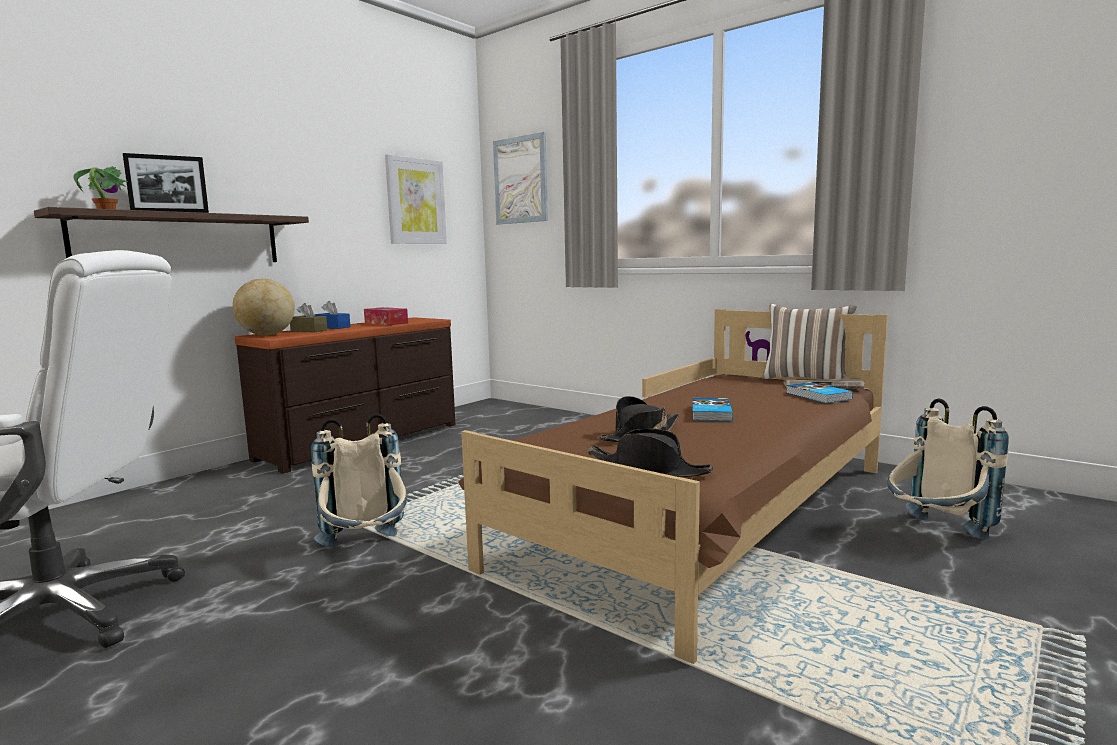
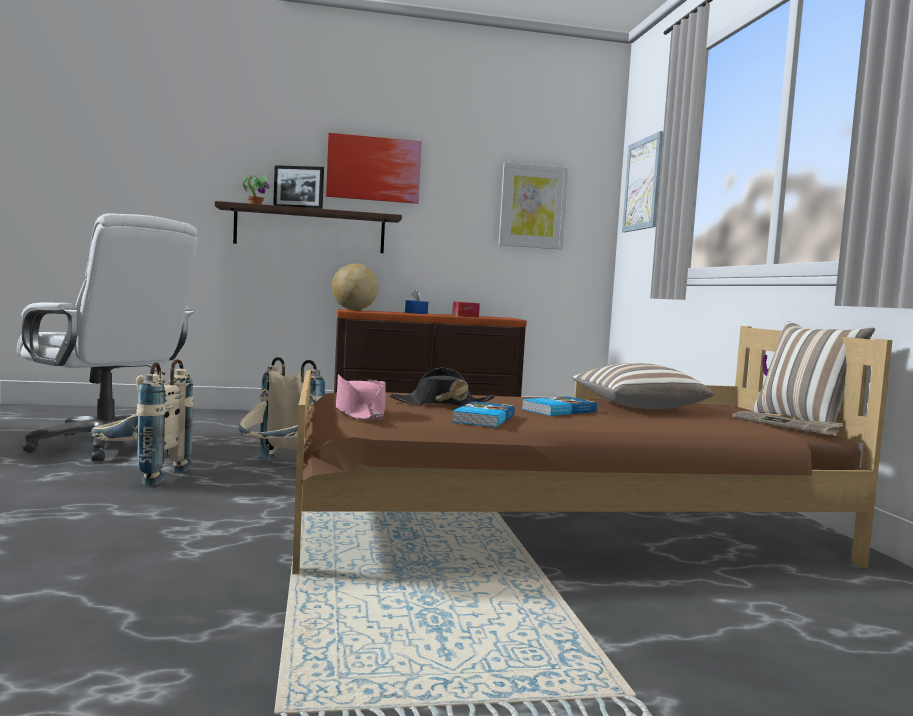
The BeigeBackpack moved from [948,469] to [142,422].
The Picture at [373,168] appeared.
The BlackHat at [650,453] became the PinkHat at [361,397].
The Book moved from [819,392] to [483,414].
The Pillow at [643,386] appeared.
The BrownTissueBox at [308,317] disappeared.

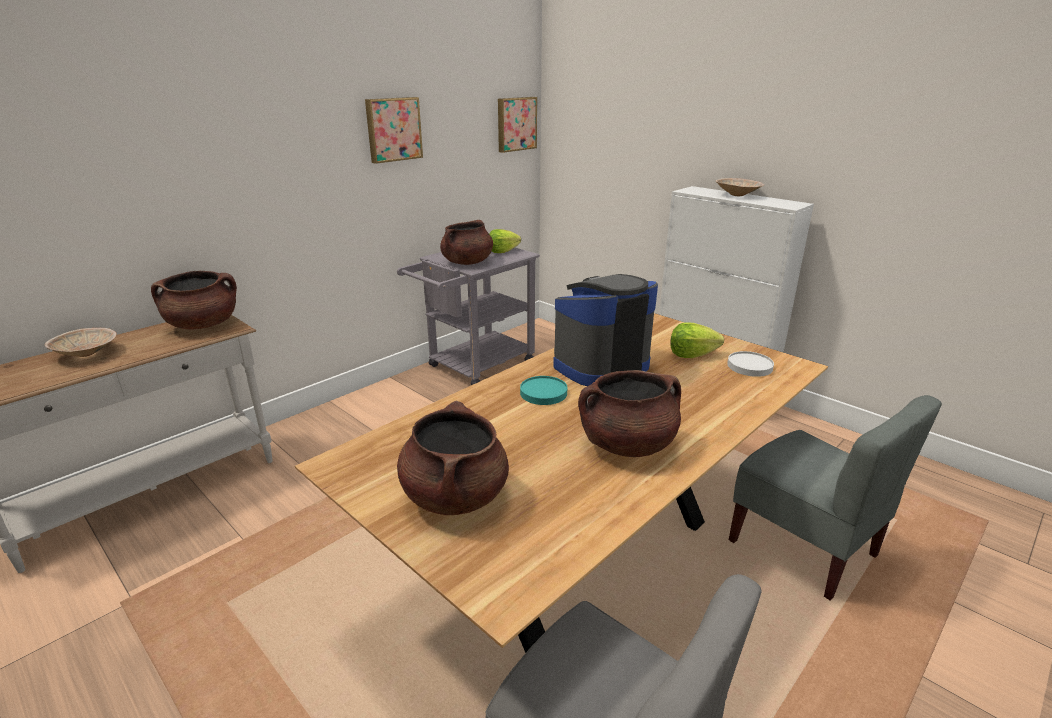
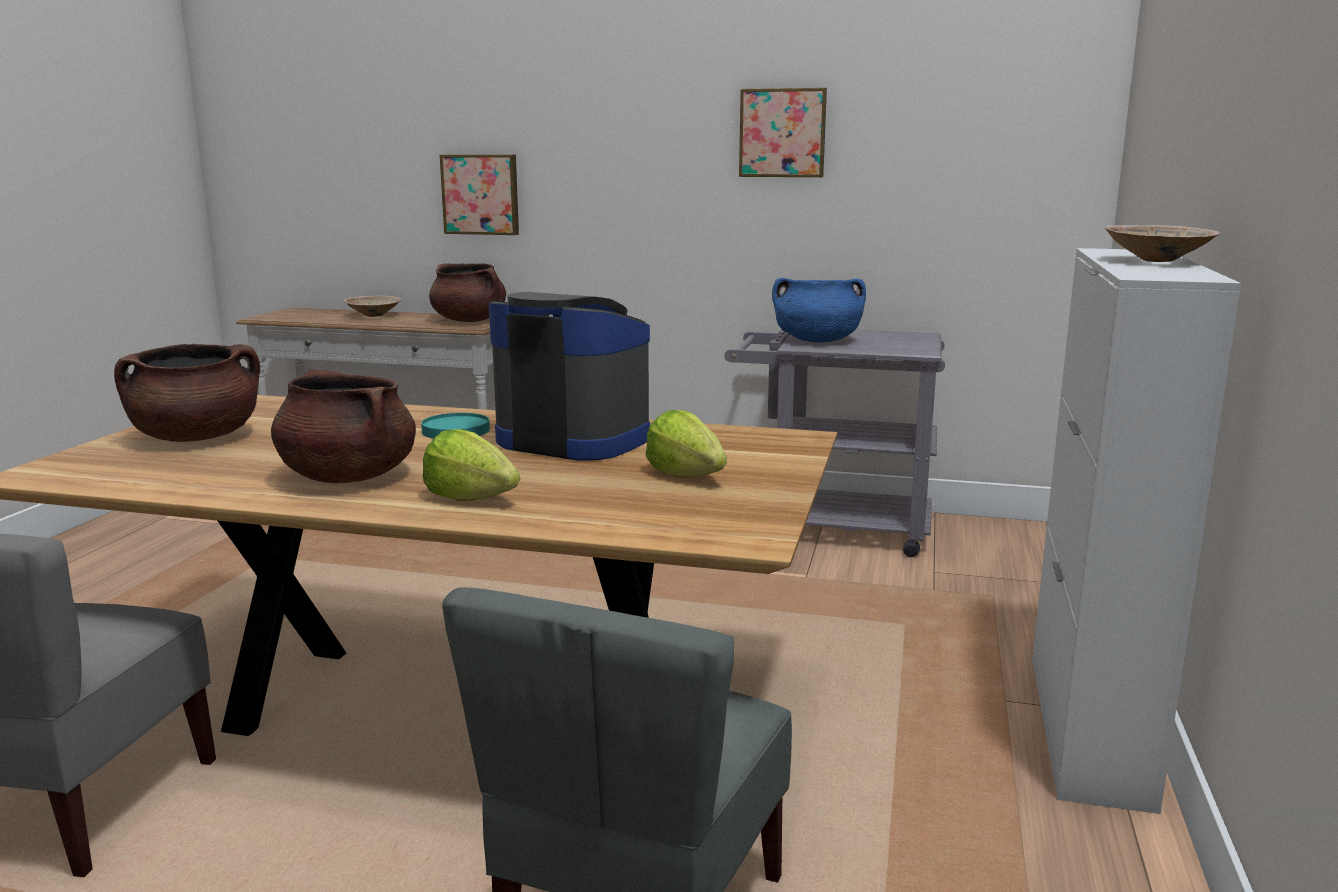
The Lettuce moved from [505,241] to [471,465].
The Picture moved from [517,125] to [479,194].
The BrownCookingPot at [466,242] became the BlueCookingPot at [819,310].
The WhitePlate at [750,364] disappeared.

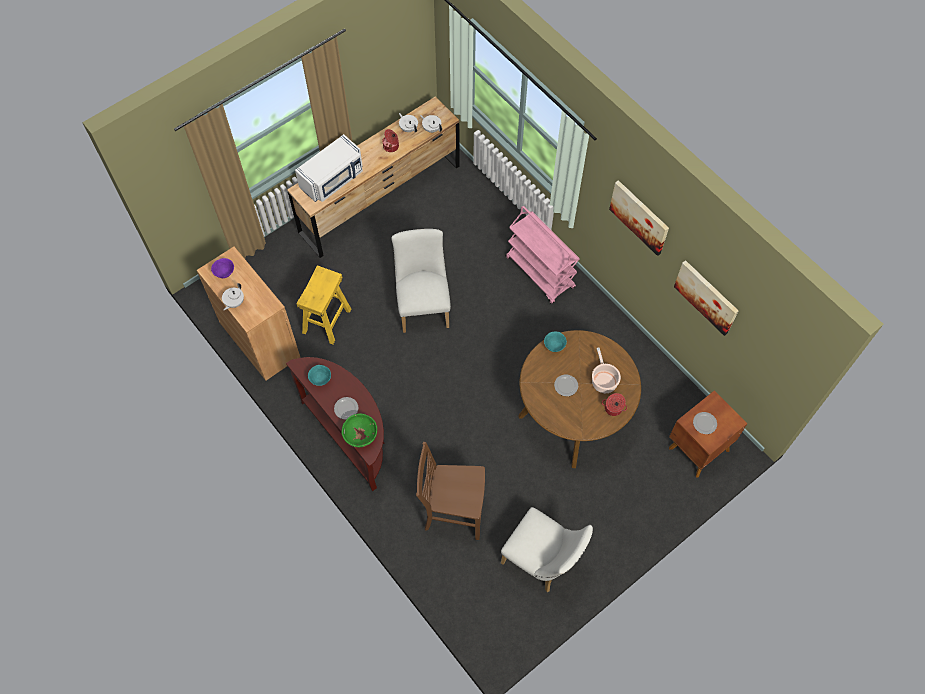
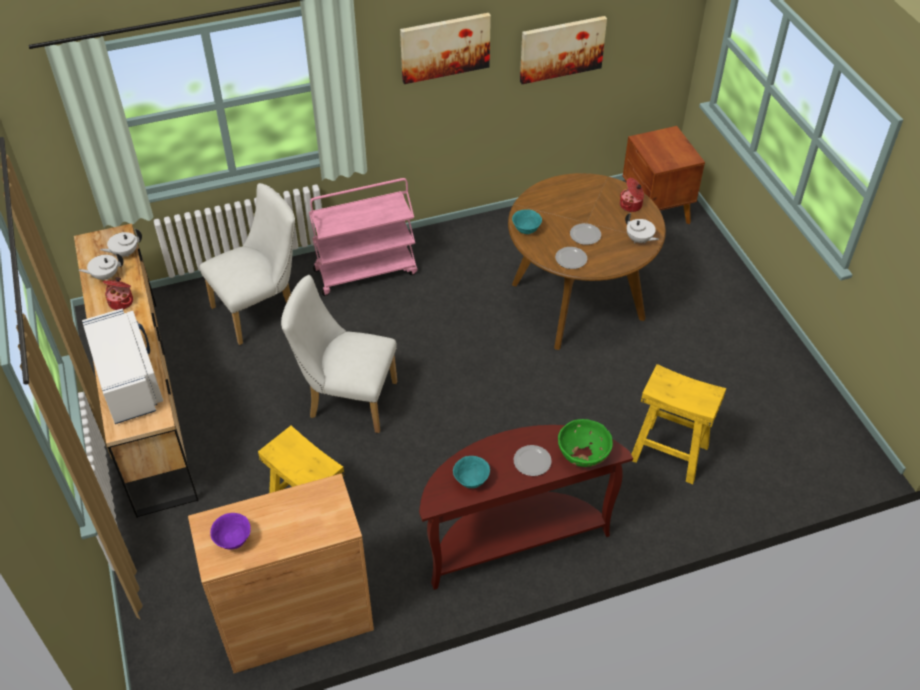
The WhiteChair moved from [547,549] to [247,264].
The Plate moved from [705,423] to [571,258].
The WhiteTeapot moved from [233,296] to [642,228].
The BrownChair at [450,491] was replaced by the YellowStool at [678,424].
The CookingPot at [606,370] disappeared.

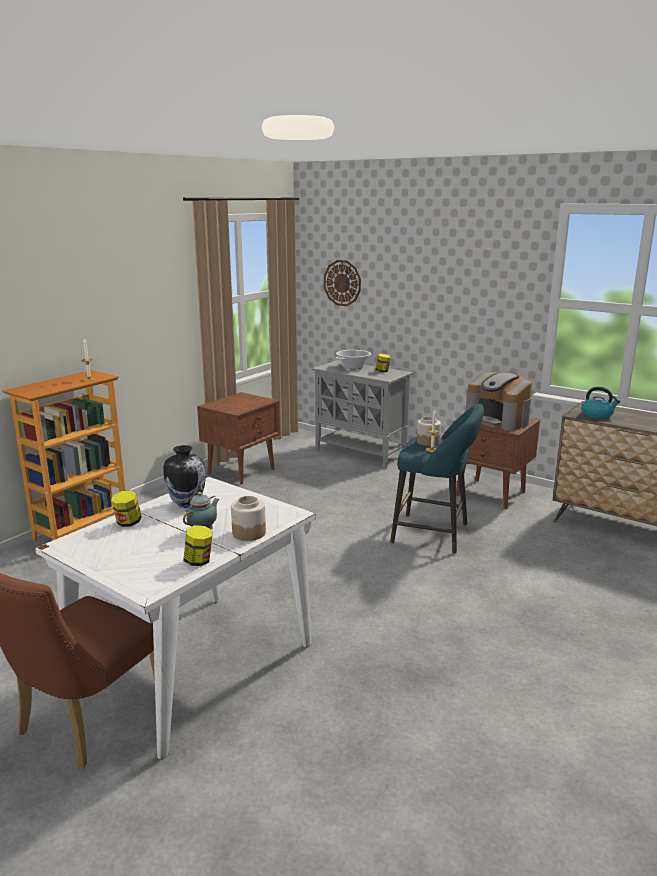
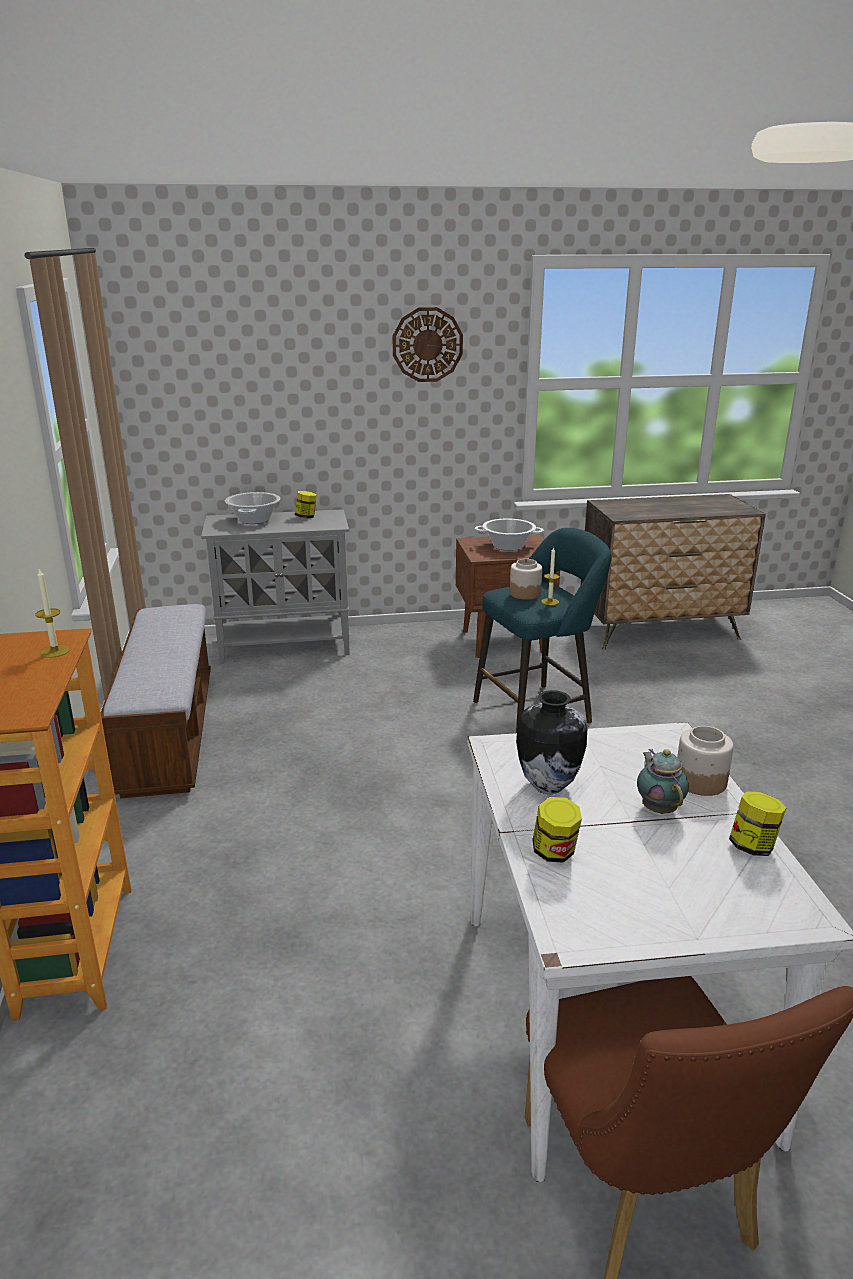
The BrownNightstand at [238,438] was replaced by the Bench at [156,701].
The WallClock moved from [342,283] to [428,344].
The CoffeeMachine at [499,401] was replaced by the CookingPot at [509,534].
The Kettle at [601,402] disappeared.

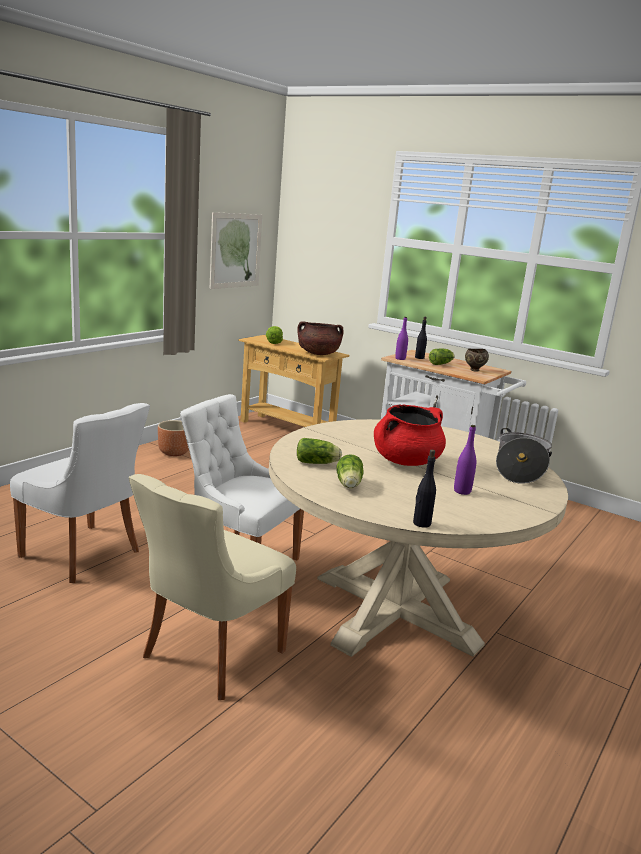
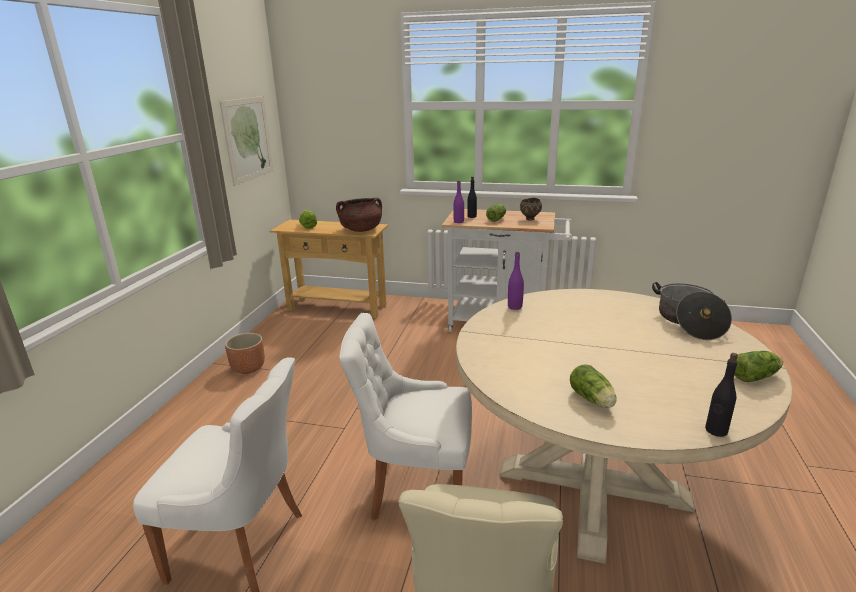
The PurpleBottle moved from [465,460] to [516,281].
The Lettuce moved from [319,451] to [758,366].
The RedCookingPot at [410,435] disappeared.

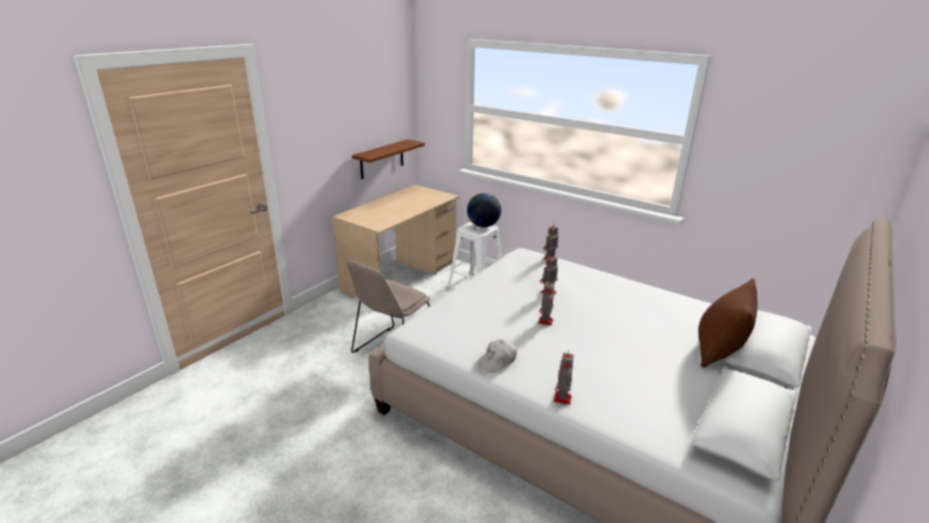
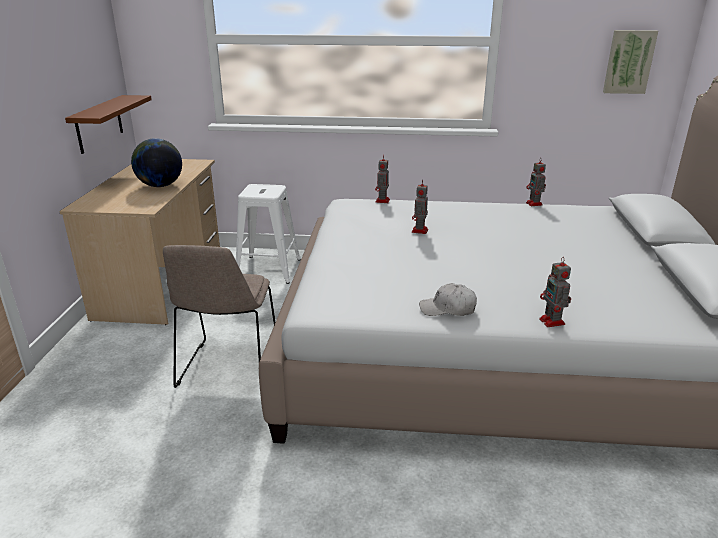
The Globe moved from [484,210] to [156,162].
The WhiteCap at [496,356] turned 75 degrees clockwise.
The ToyRobot moved from [546,303] to [536,182].
The Picture at [630,62] appeared.
The BrownPillow at [728,323] disappeared.

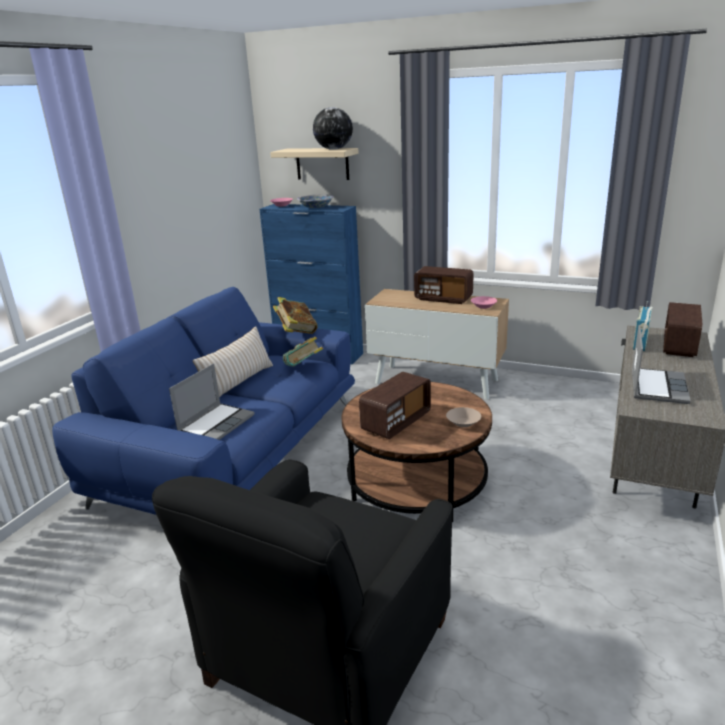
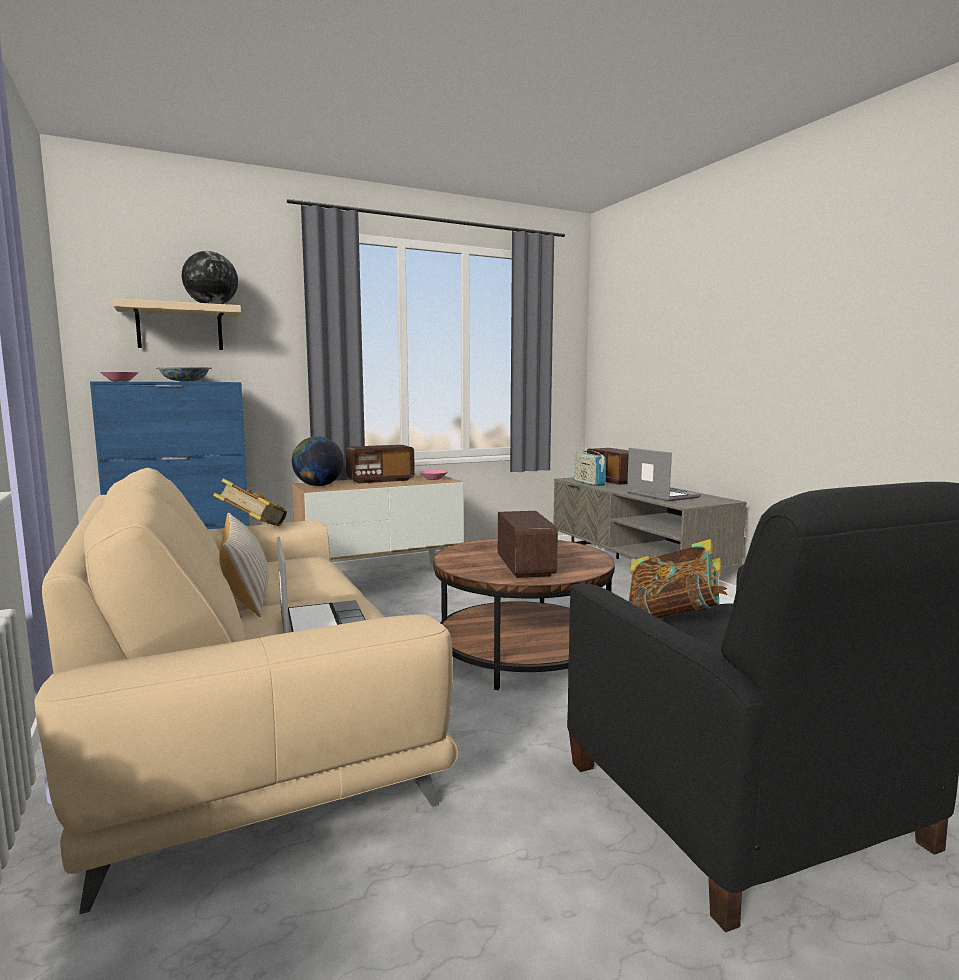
The BlueSofa at [203,401] became the BeigeSofa at [246,691].
The Globe at [318,461] appeared.
The Book moved from [303,352] to [678,579].
The BeigeBowl at [463,417] disappeared.

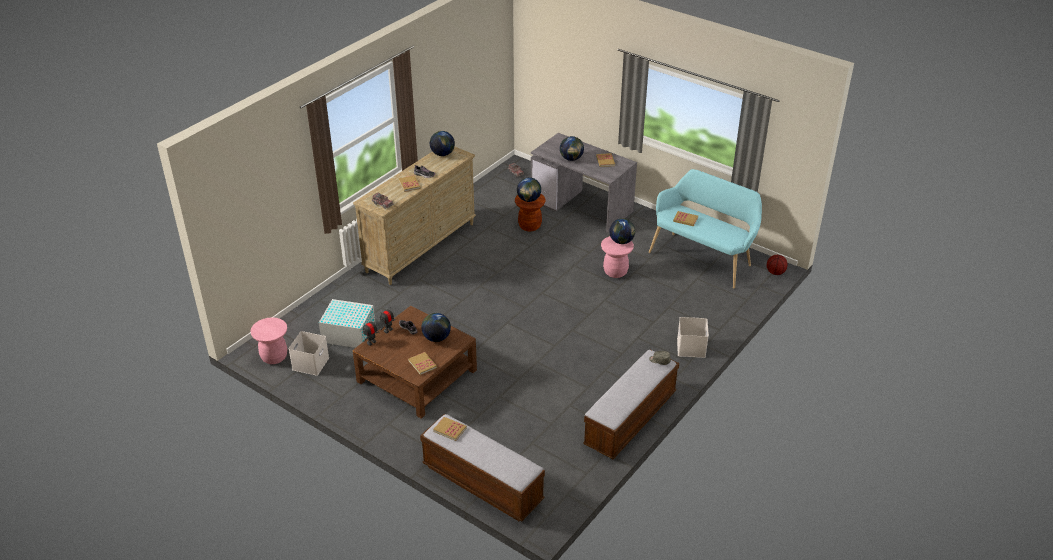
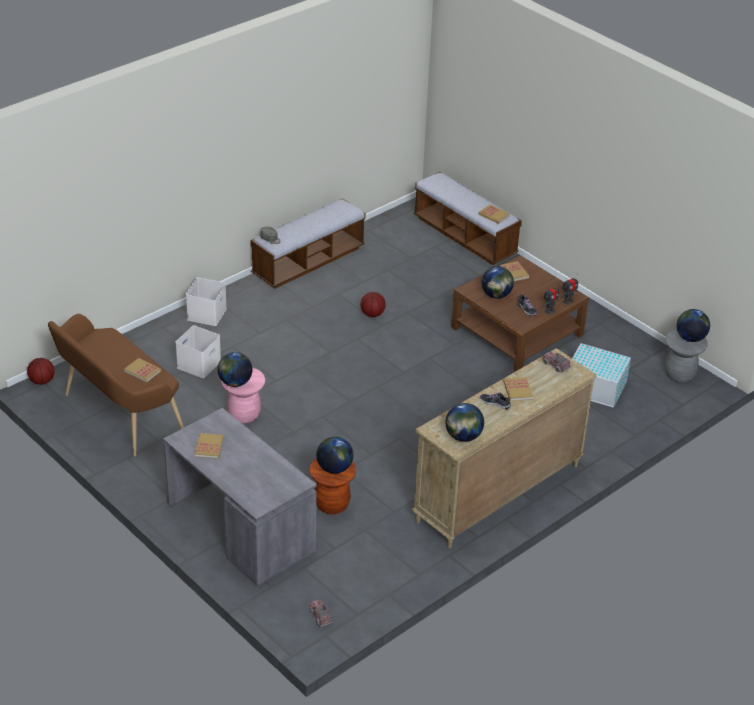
The TurquoiseBench at [705,228] became the BrownBench at [116,385].
The WhiteStorageBox moved from [308,353] to [198,351].
The Basketball at [373,304] appeared.
The PinkStool at [268,340] became the GreyStool at [686,356].
The Globe moved from [572,148] to [693,325].

